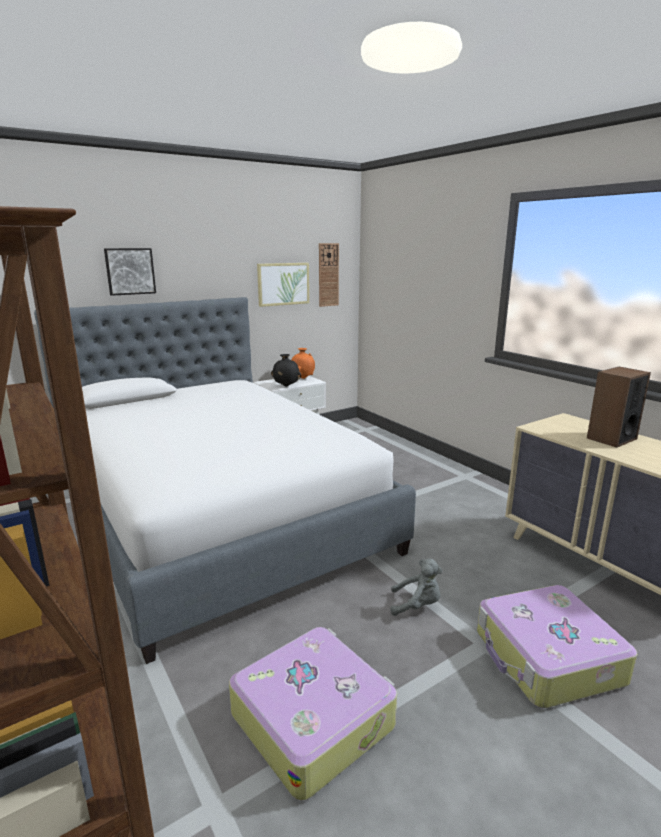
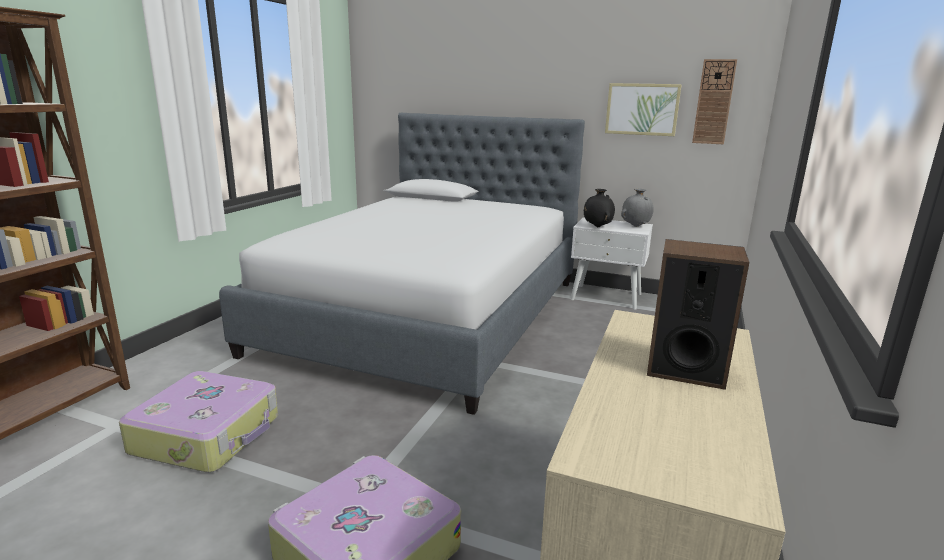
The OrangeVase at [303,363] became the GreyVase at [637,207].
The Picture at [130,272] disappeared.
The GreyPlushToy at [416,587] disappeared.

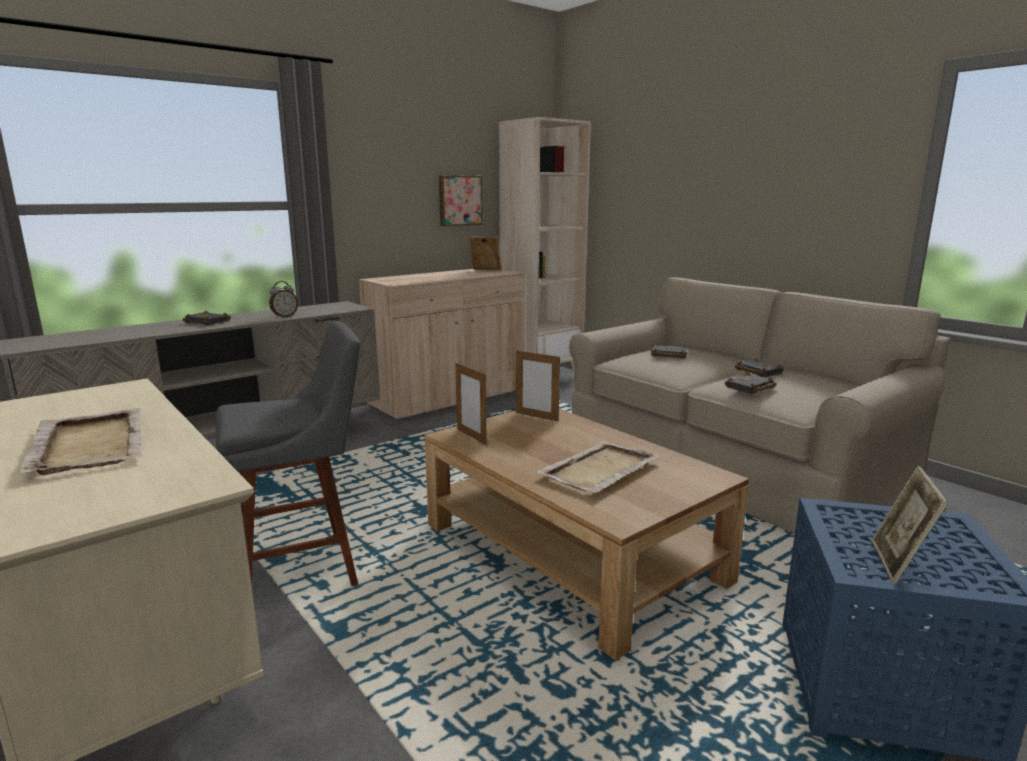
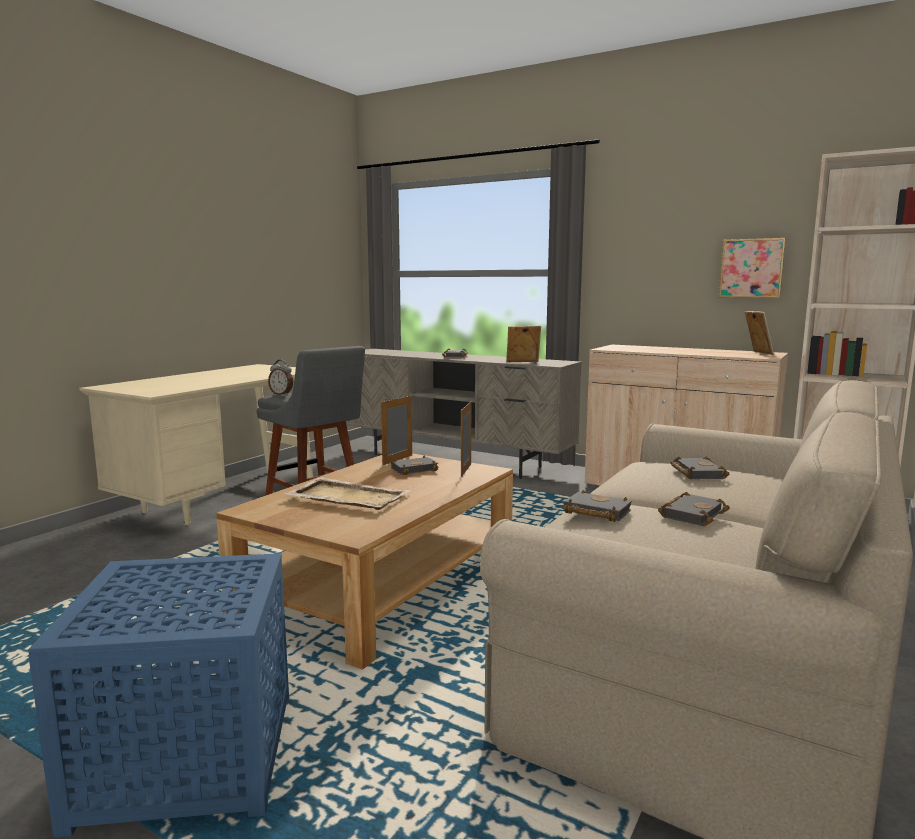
The AlarmClock moved from [283,299] to [280,378].
The BlackBook at [415,465] appeared.
The PictureFrame moved from [910,525] to [523,344].
The BeigeTray at [81,441] disappeared.

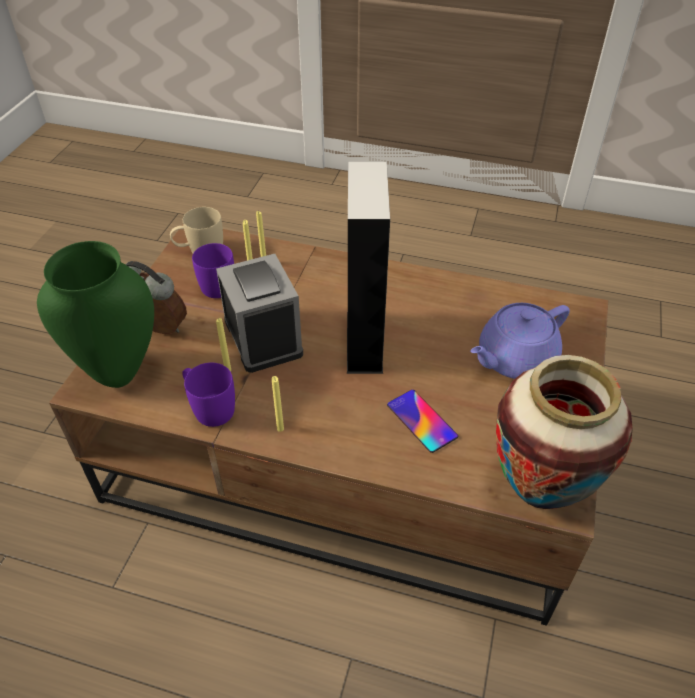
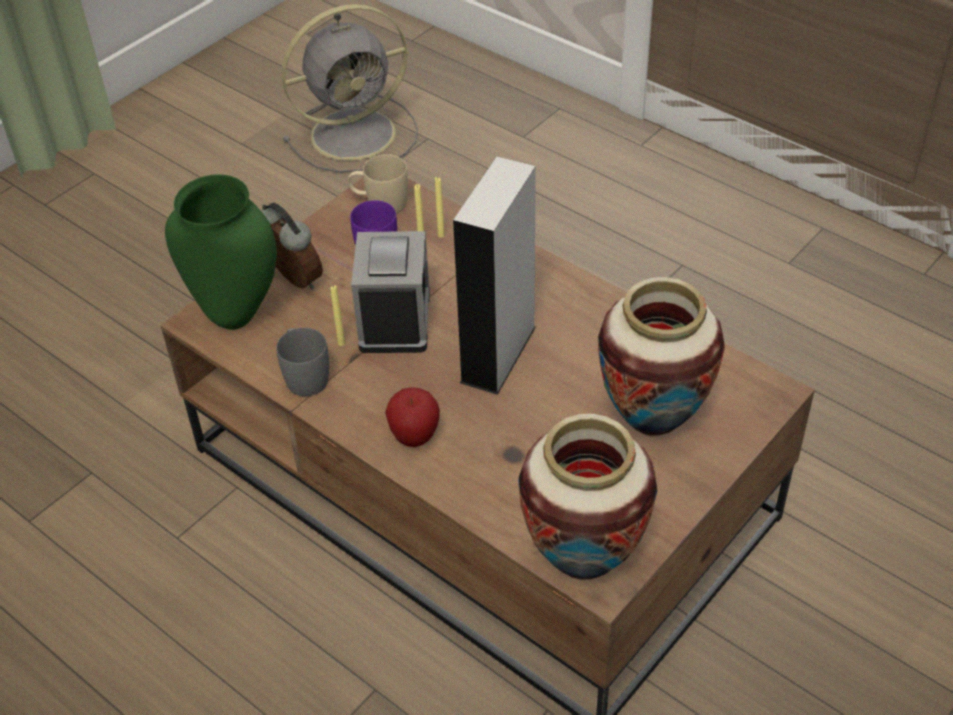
The PurpleMug at [208,395] became the GreyMug at [302,362].
The GreyFan at [350,88] appeared.
The Apple at [412,417] appeared.
The PurpleTeapot at [520,341] was replaced by the Vase at [661,356].
The YellowCandle at [278,404] disappeared.
The Phone at [422,421] disappeared.

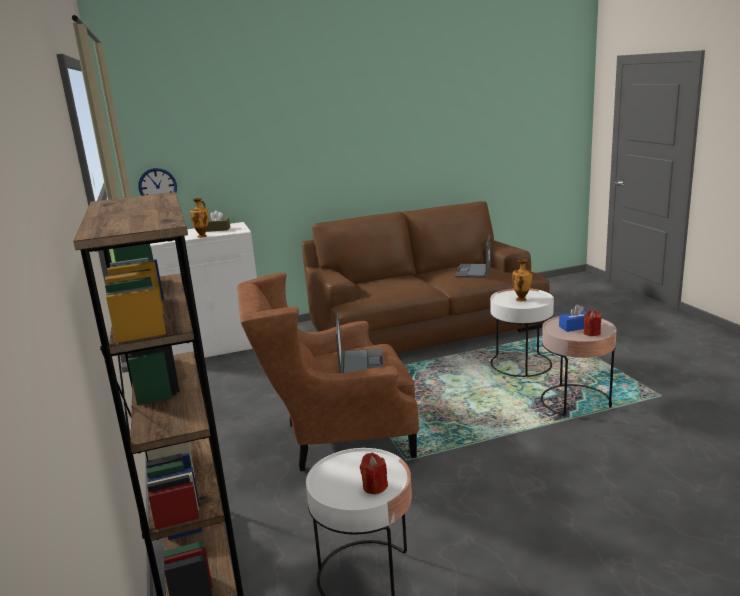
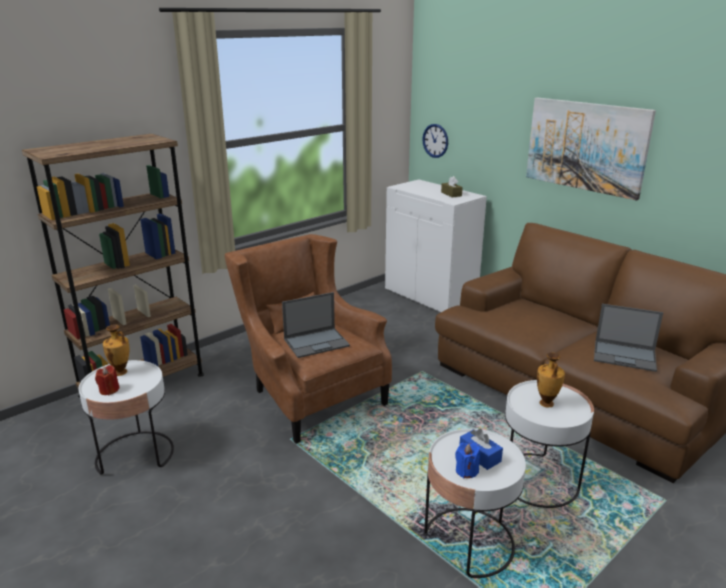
The Vase moved from [199,218] to [116,350].
The PinkSideTable at [579,365] became the WhiteSideTable at [475,503].
The RedCandle at [592,323] became the BlueCandle at [467,460].
The Picture at [591,149] appeared.
The Laptop at [473,256] turned 150 degrees counterclockwise.

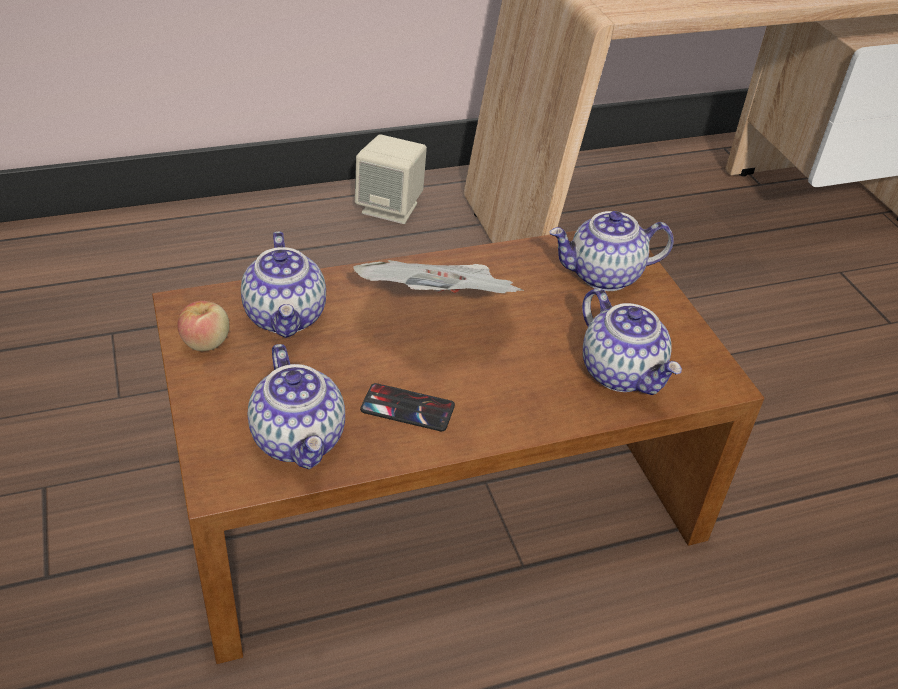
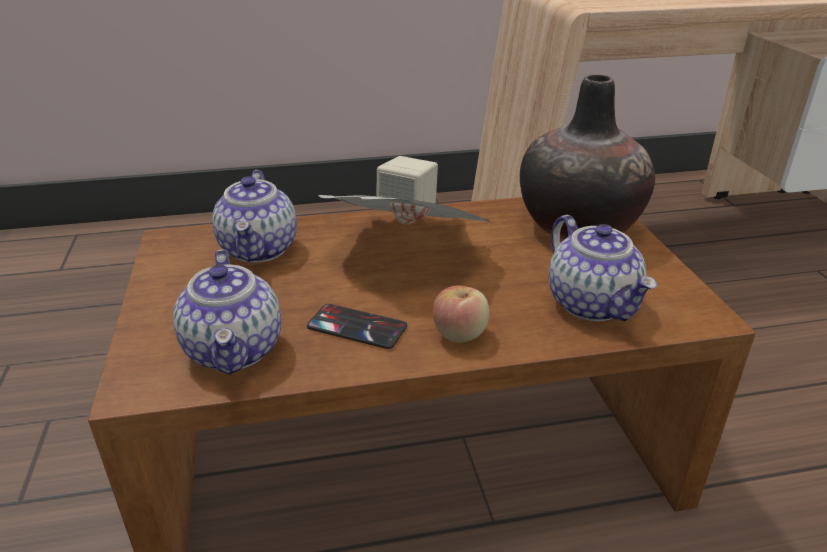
The Apple moved from [203,326] to [461,314].
The Teapot at [611,251] was replaced by the Vase at [587,157].

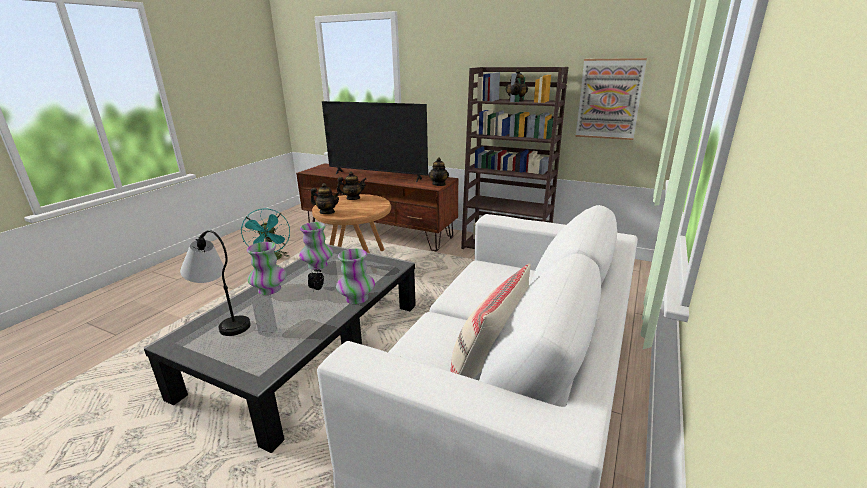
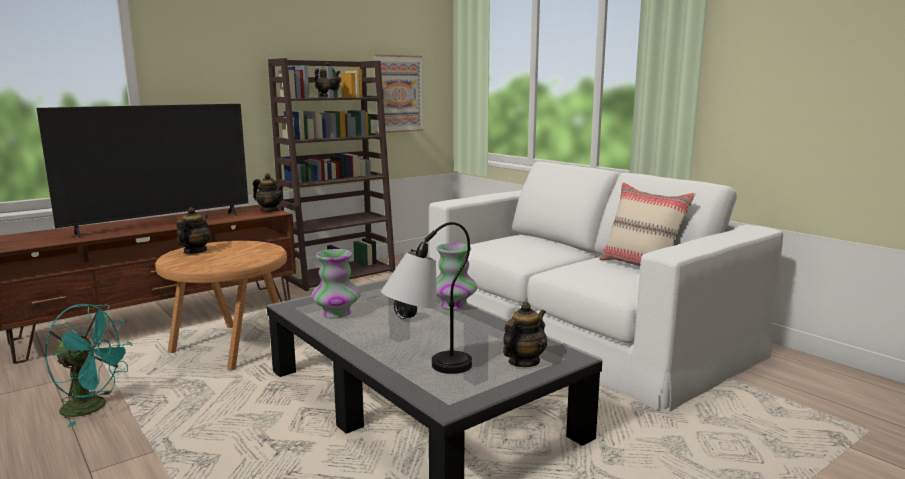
The Teapot moved from [325,198] to [525,334].
The Vase at [266,268] disappeared.

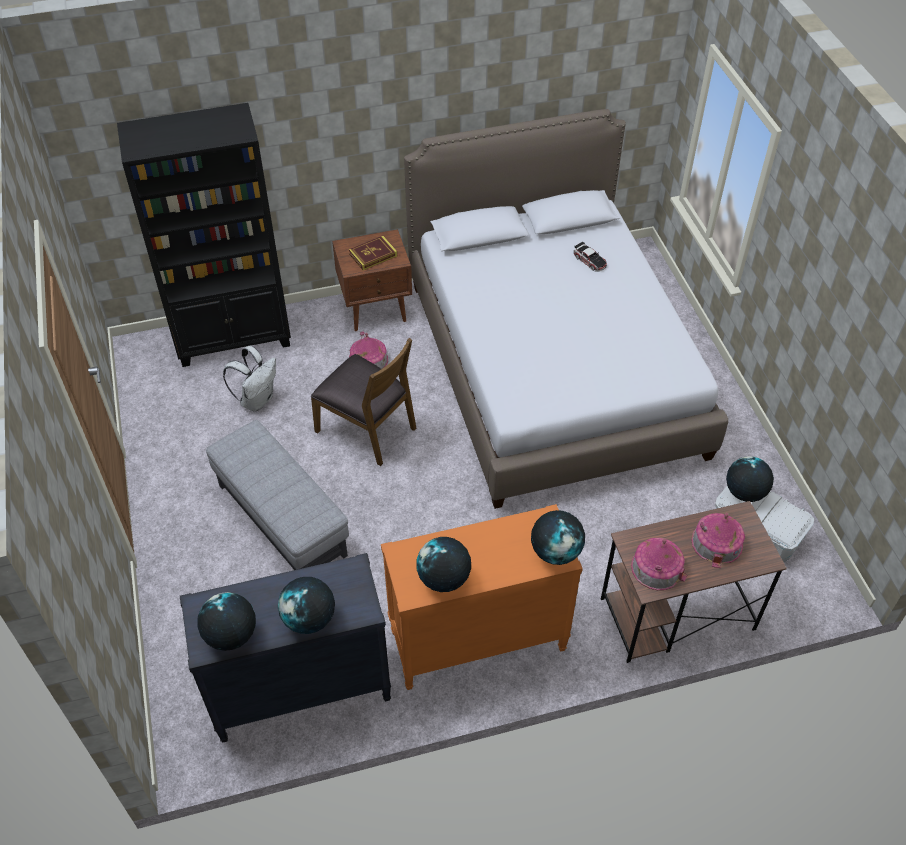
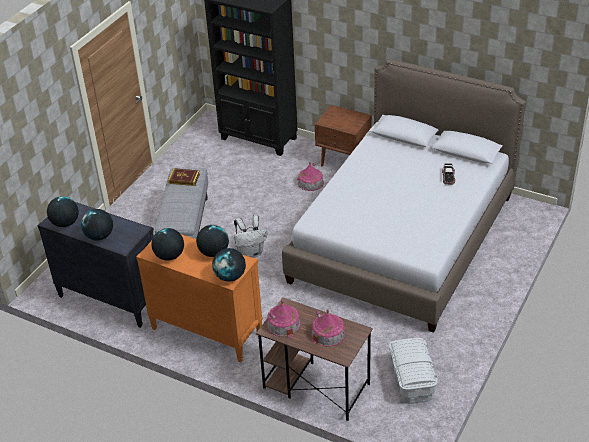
The Book moved from [373,253] to [184,177].
The Globe moved from [750,479] to [212,241].
The WhiteBackpack moved from [249,379] to [250,236].
The BrownChair at [363,402] disappeared.

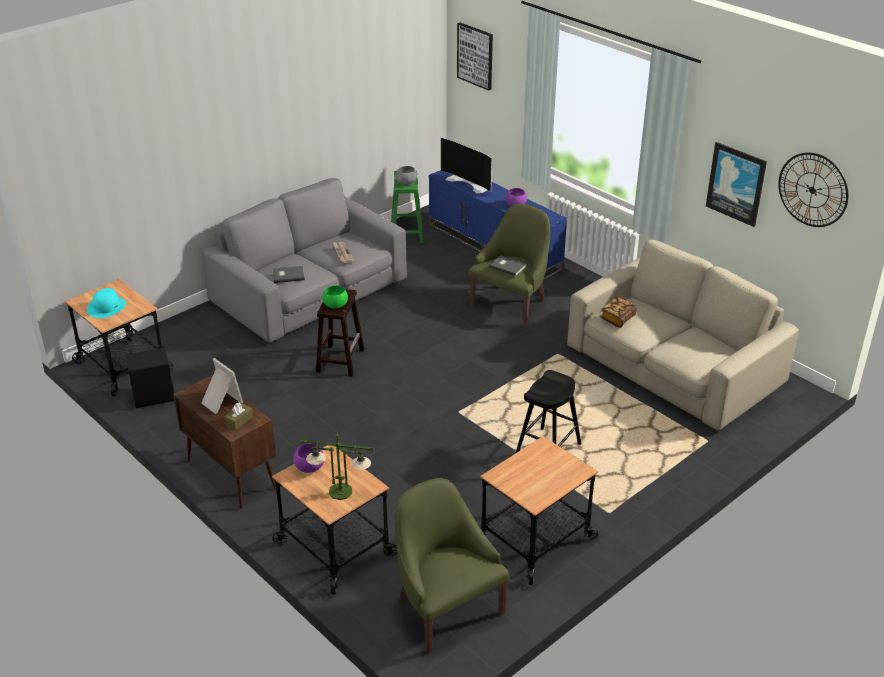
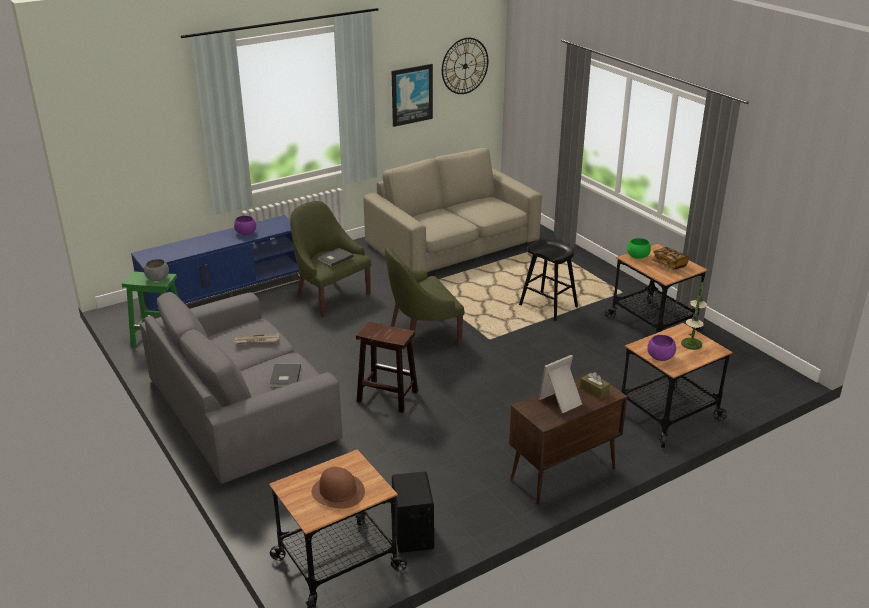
The TurquoiseHat at [106,303] became the BrownHat at [338,488].
The GreenArmchair moved from [451,566] to [424,297].
The GreenBowl moved from [335,297] to [639,248].
The Book moved from [618,312] to [670,258].
The Television at [466,166] disappeared.
The Picture at [475,57] disappeared.

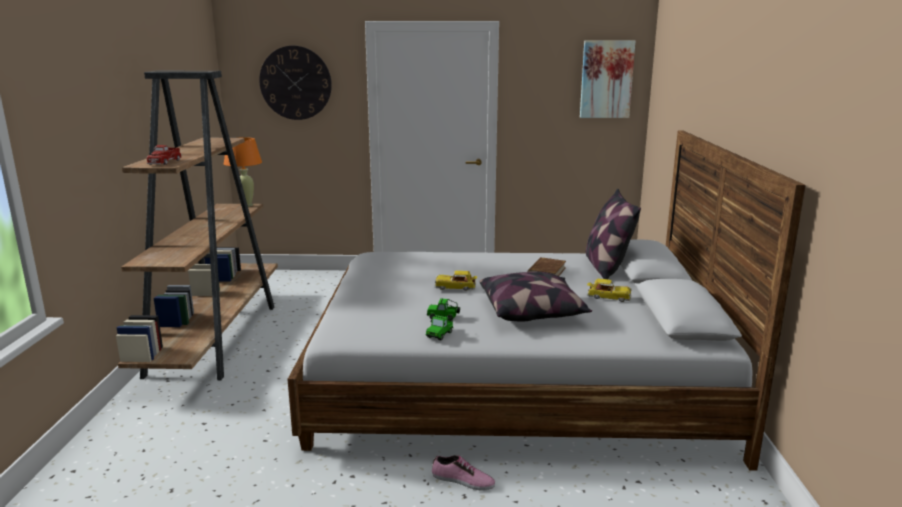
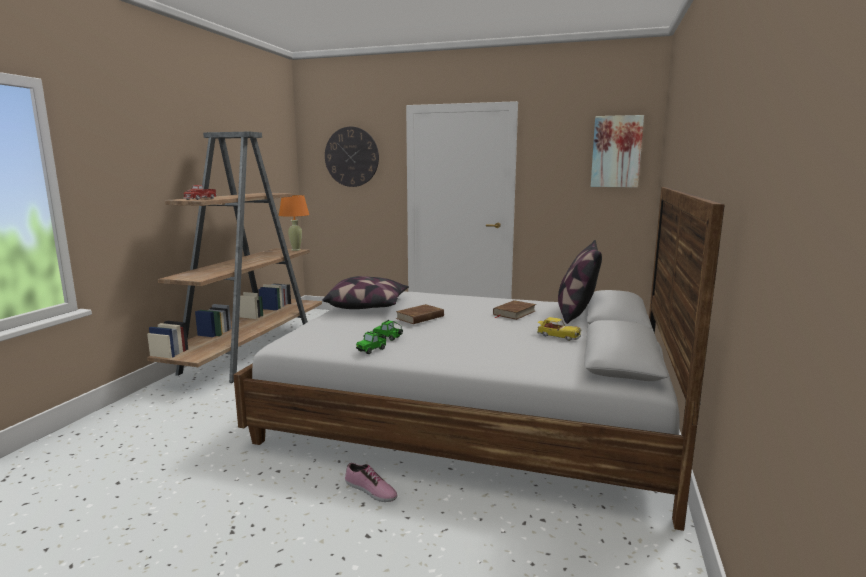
The Pillow moved from [535,297] to [365,292].
The ToyCar at [456,280] was replaced by the BrownBook at [420,314].

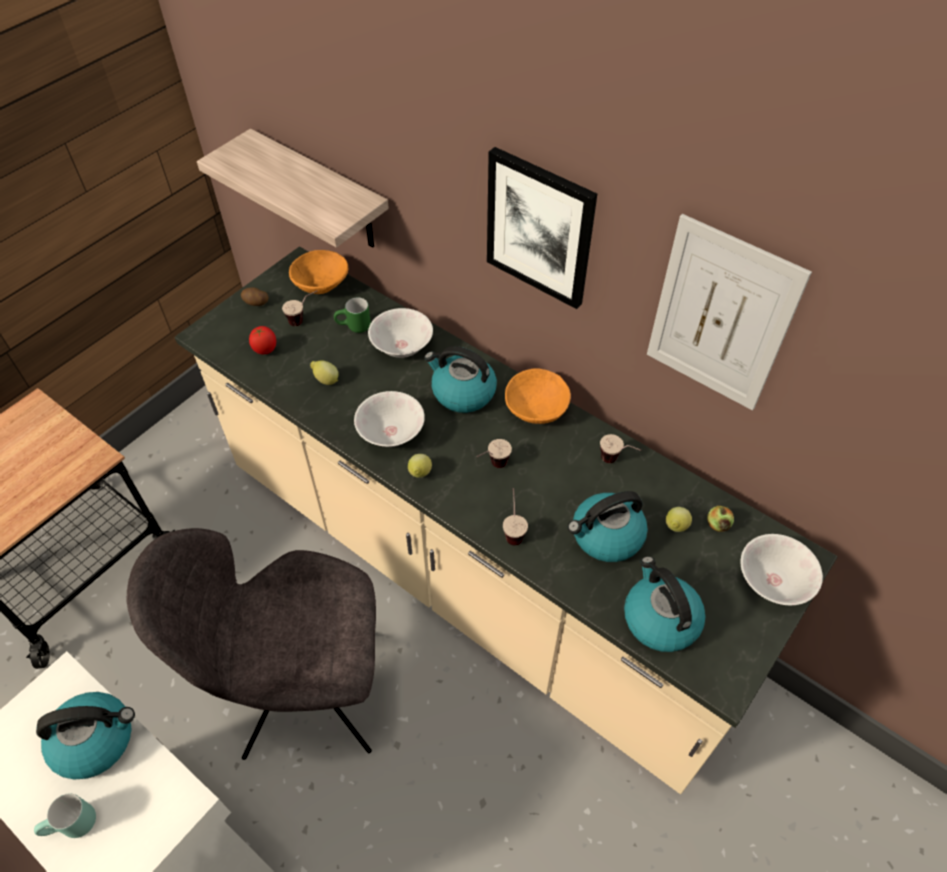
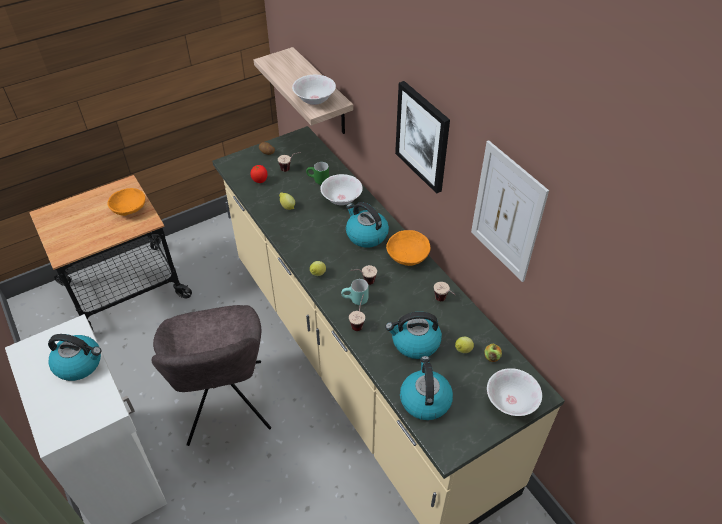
The OrangeBowl moved from [318,272] to [126,202].
The GreyChair at [251,644] turned 120 degrees counterclockwise.
The WhiteBowl moved from [389,419] to [314,90].
The TurquoiseMug moved from [65,816] to [355,292].

